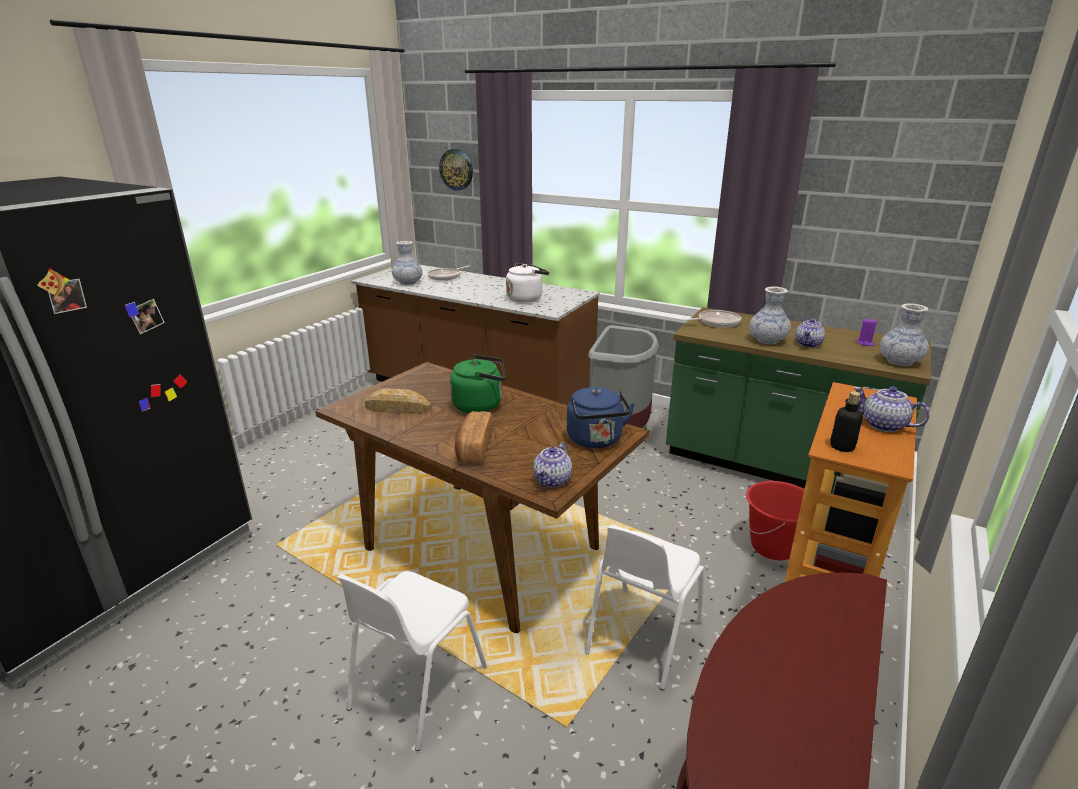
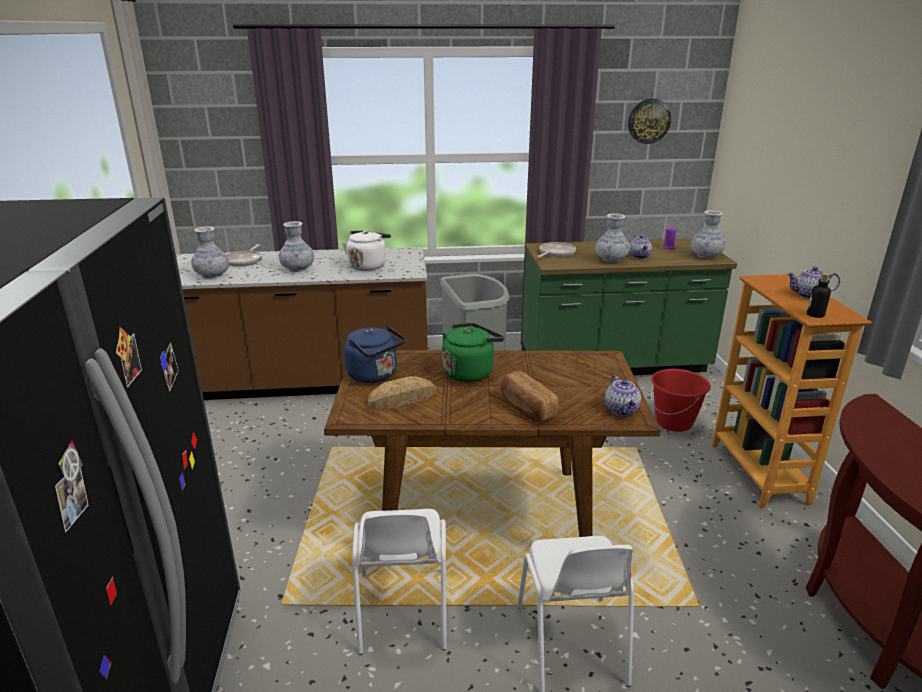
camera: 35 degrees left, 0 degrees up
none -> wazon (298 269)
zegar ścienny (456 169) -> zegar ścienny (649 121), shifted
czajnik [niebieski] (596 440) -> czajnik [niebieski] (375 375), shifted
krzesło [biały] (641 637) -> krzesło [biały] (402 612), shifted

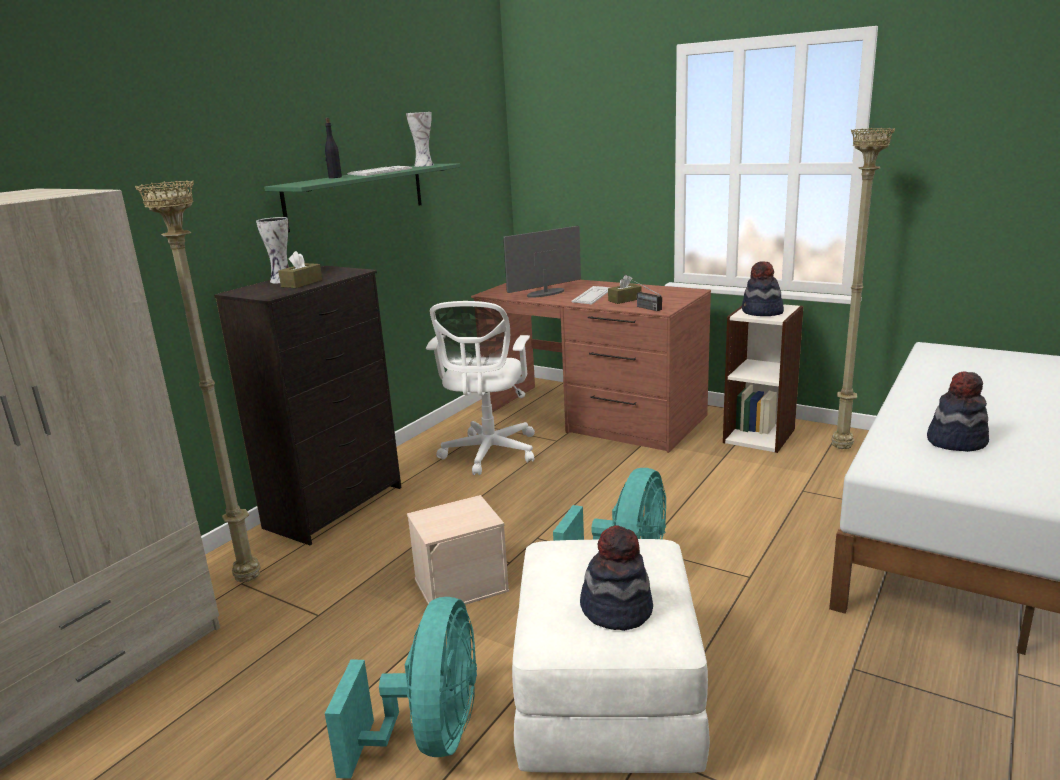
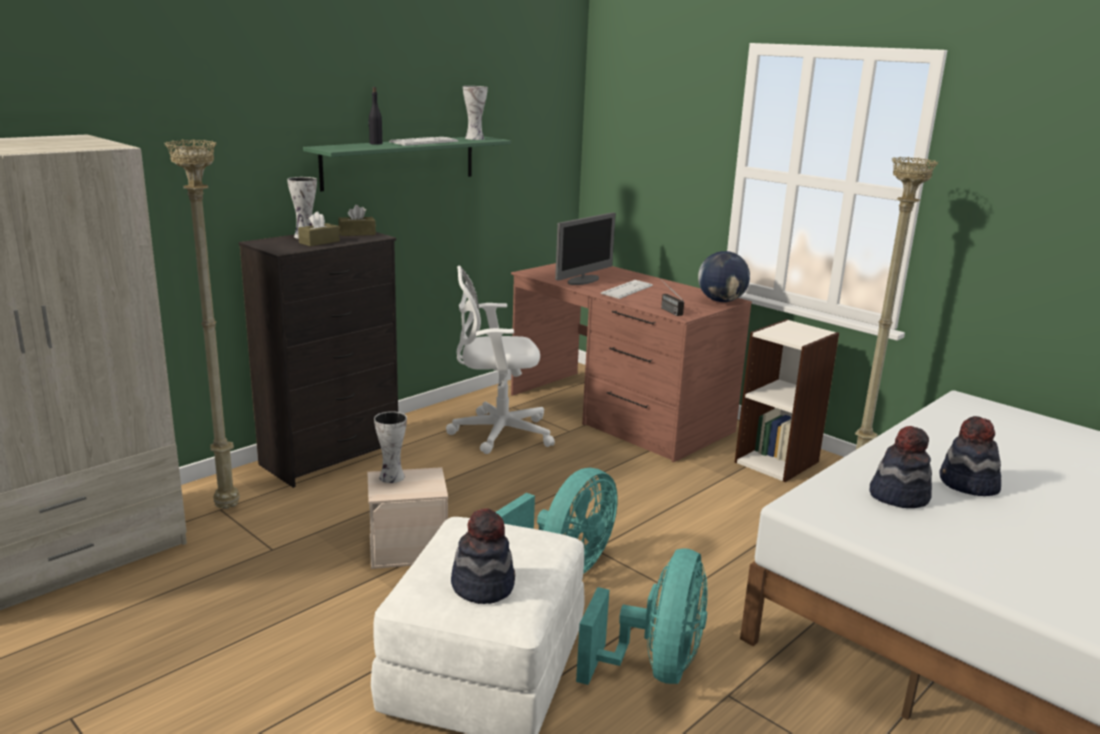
camera: 10 degrees right, 0 degrees up
none -> wazon (390 477)
none -> globus (721 301)
wentylator [turkusowy] (430 736) -> wentylator [turkusowy] (654 668), shifted
pudełko chusteczek [brązowy] (624 300) -> pudełko chusteczek [brązowy] (357 233), shifted
kapelusz (762 312) -> kapelusz (968 485), shifted
krzesło biurowe [biały] (489 454) -> krzesło biurowe [biały] (496 433), 60 degrees clockwise
monitor (545 293) -> monitor (583 280), 150 degrees clockwise

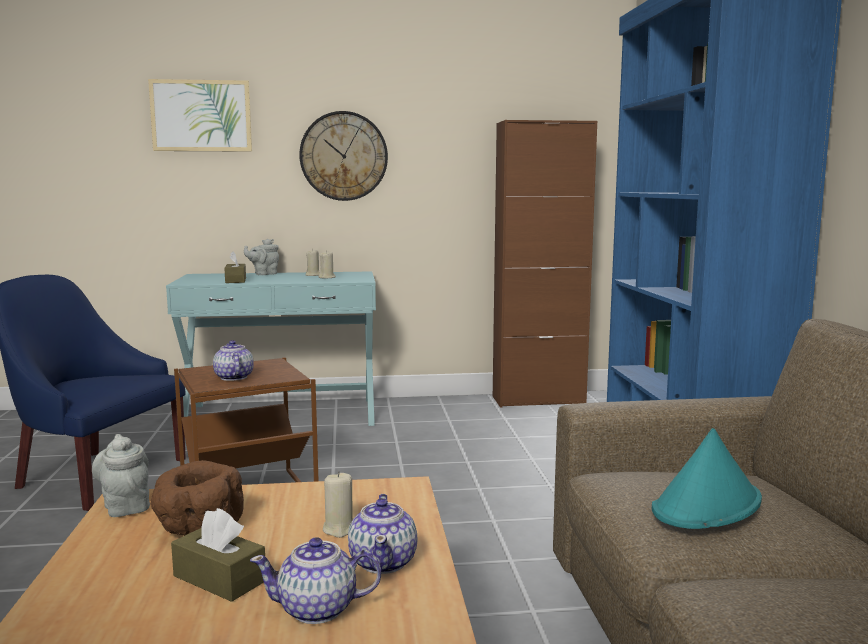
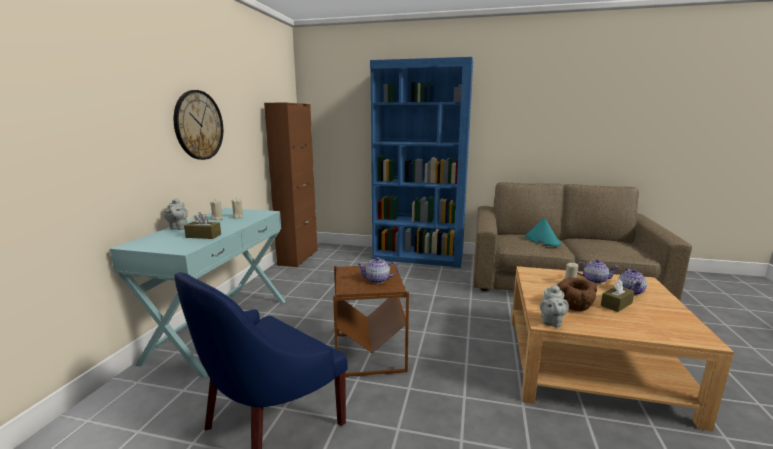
camera: 70 degrees left, 5 degrees up
obraz (201 116) -> none
imbryk [szary] (125 506) -> imbryk [szary] (551 322), 60 degrees counterclockwise

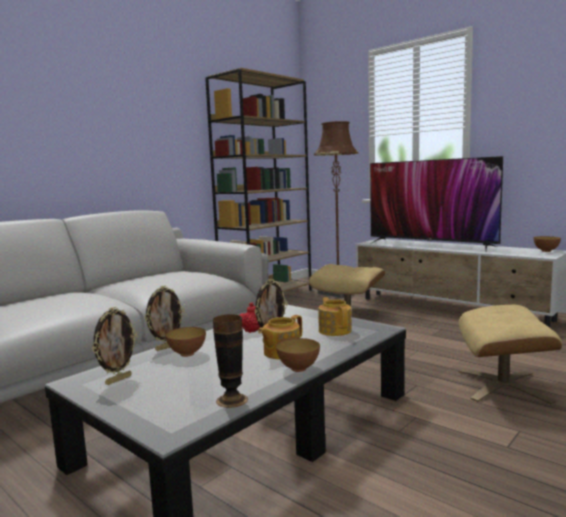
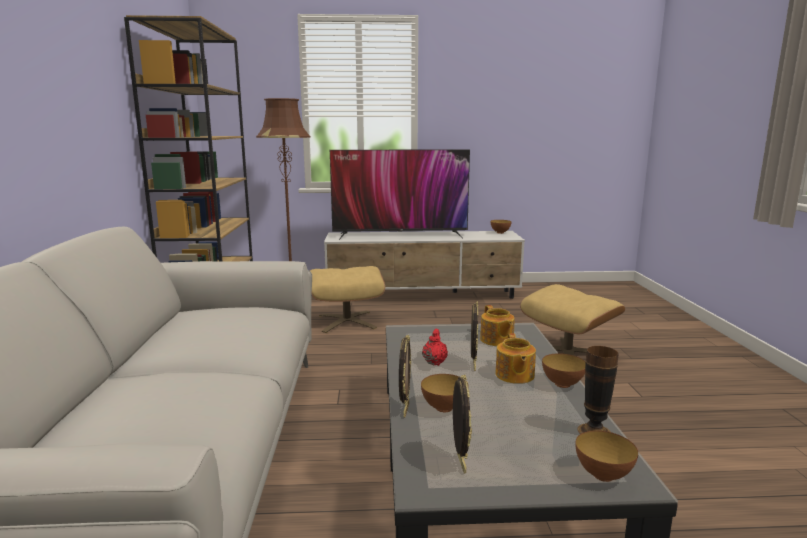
camera: 45 degrees left, 5 degrees up
none -> miska (603 475)
imbryk (335 330) -> imbryk (496 340), 135 degrees counterclockwise

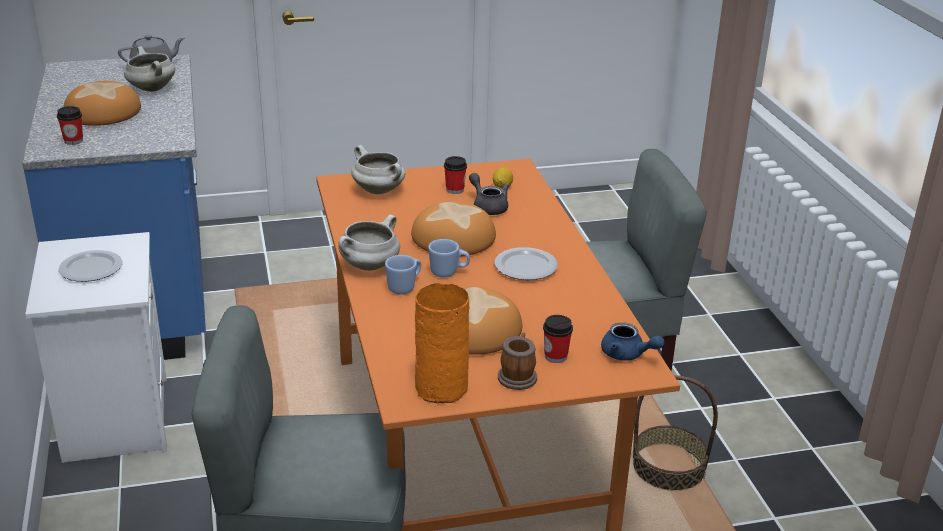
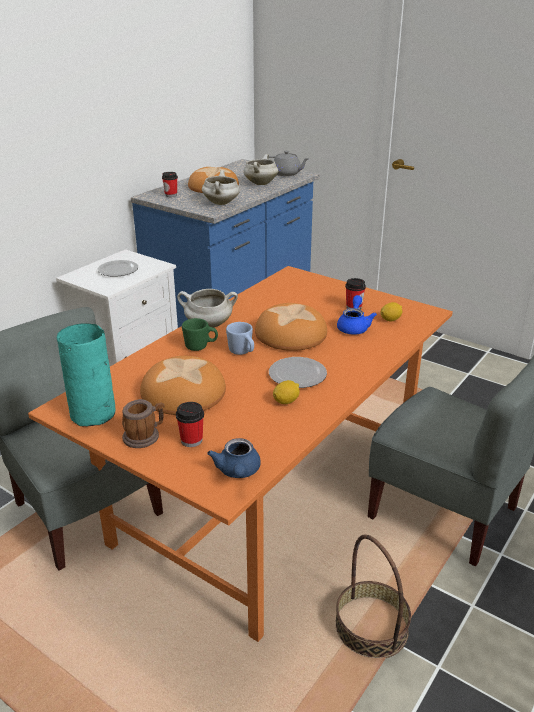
camera: 50 degrees right, 0 degrees up
none -> cytryna (286 401)
garnek [biały] (379 191) -> garnek [biały] (221 203), shifted
kubek [niebieski] (405 287) -> kubek [zielony] (200 347)
wazon [pomarańczowy] (443 388) -> wazon [turkusowy] (93 414)
imbryk [szary] (488 206) -> imbryk [niebieski] (354 327)

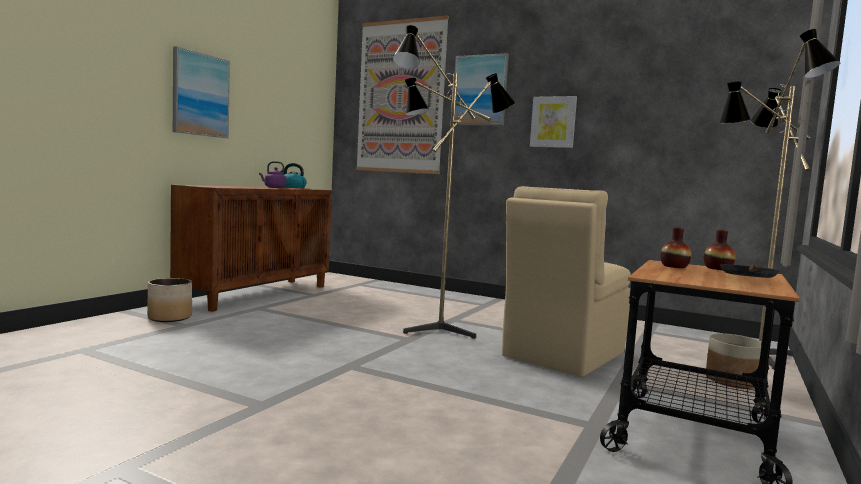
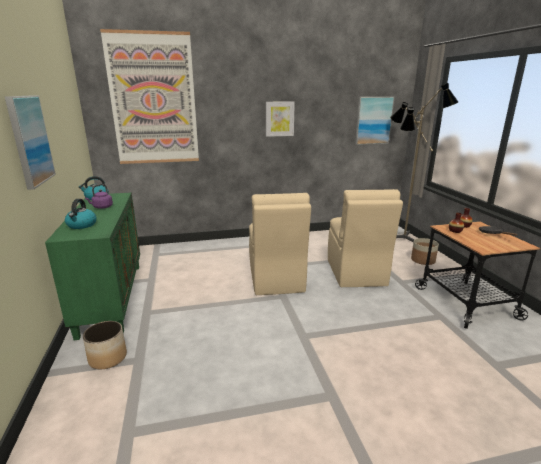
camera: 40 degrees left, 15 degrees up
none -> czajnik (82 225)
obraz (480 90) -> obraz (373 120), shifted
lampa stojąca (435 328) -> krzesło [beżowy] (276 279)
szafka [brązowy] (257 294) -> szafka [zielony] (111 297)

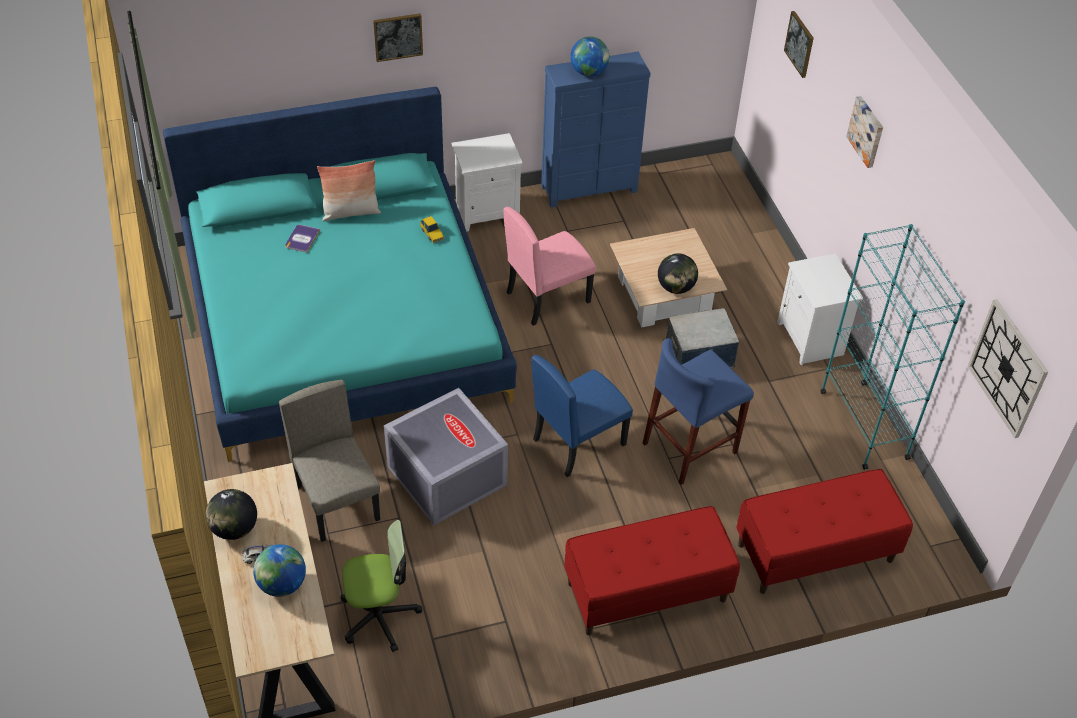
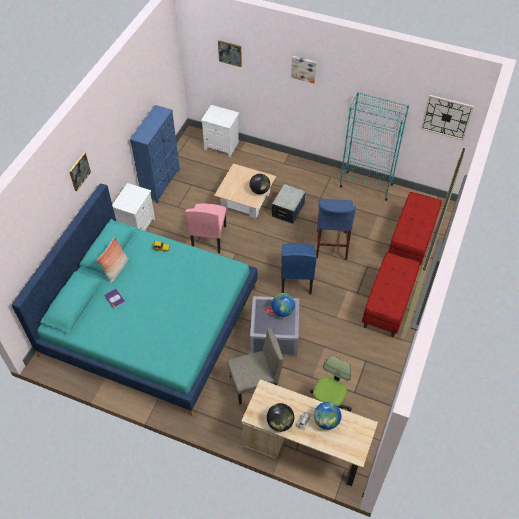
camera: 50 degrees left, 5 degrees up
globus (588 72) -> globus (282 311), shifted
szafka nocna [biały] (811 339) -> szafka nocna [biały] (222 146), shifted
krzesło [beżowy] (338 502) -> krzesło [beżowy] (254 385), 150 degrees clockwise

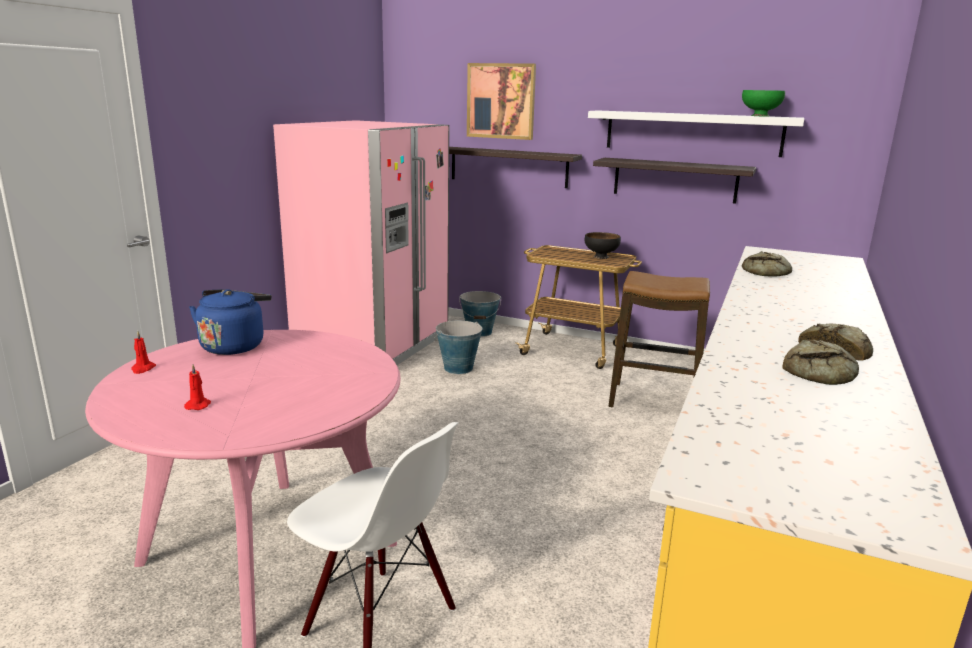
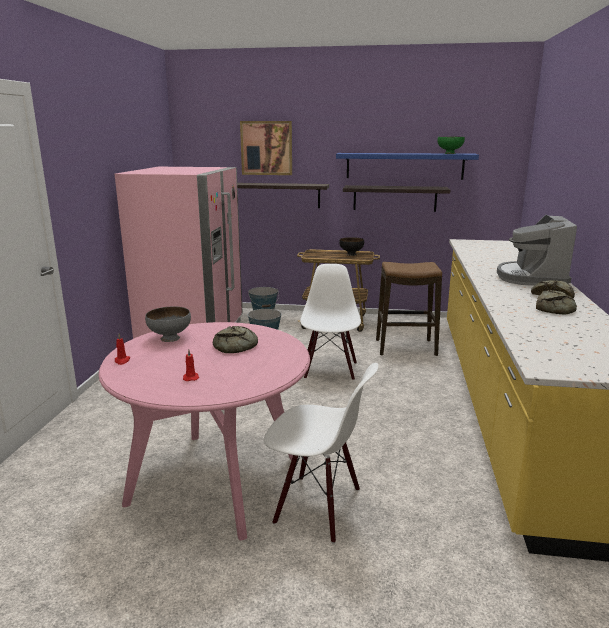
camera: 15 degrees left, 0 degrees up
none -> krzesło [biały] (329 370)
none -> ekspres do kawy (531 278)
chleb (768 272) -> chleb (236 346), shifted
czajnik [niebieski] (234 345) -> miska [szary] (170 338)
półka [biały] (692 133) -> półka [niebieski] (404 166)

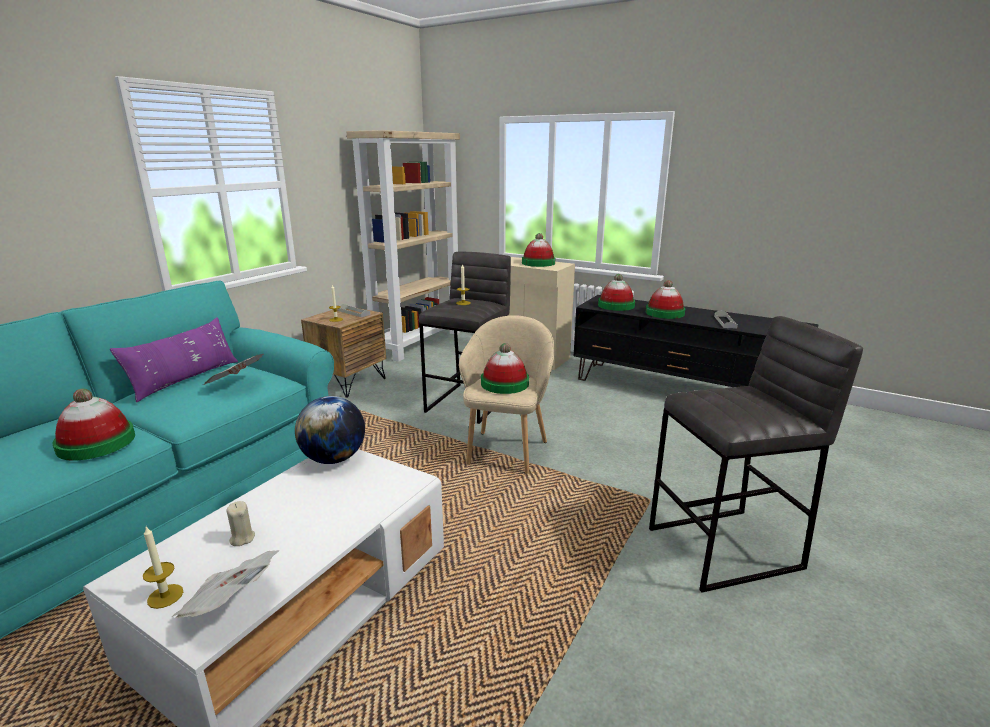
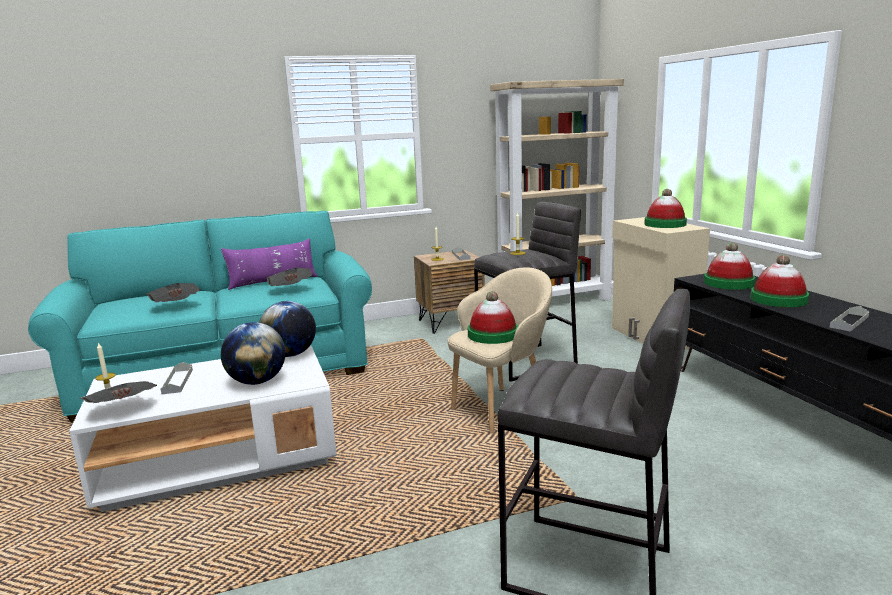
camera: 40 degrees right, 5 degrees down
none -> globus (257 381)
kapelusz (96 443) -> gazeta (176 306)
świeca [beżowy] (242 538) -> taca [szary] (177 381)

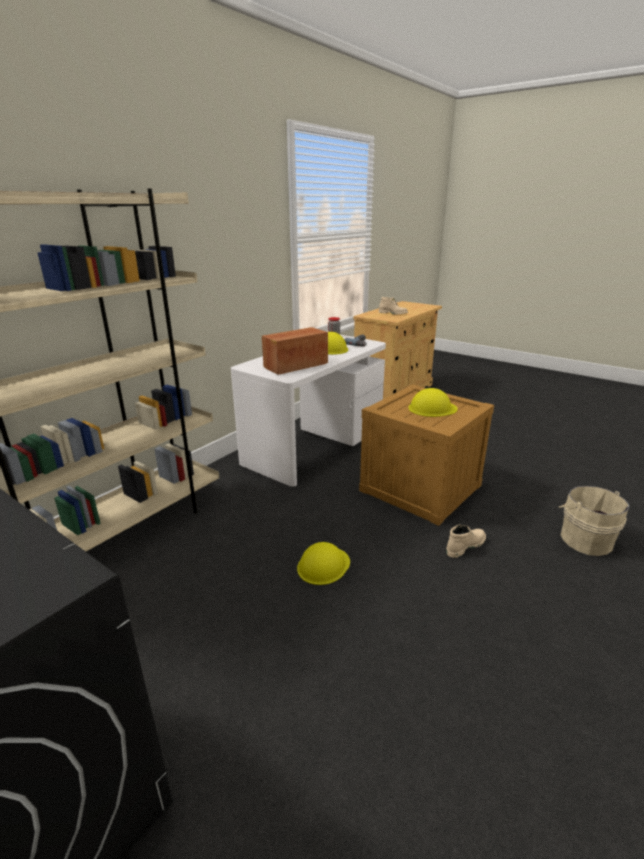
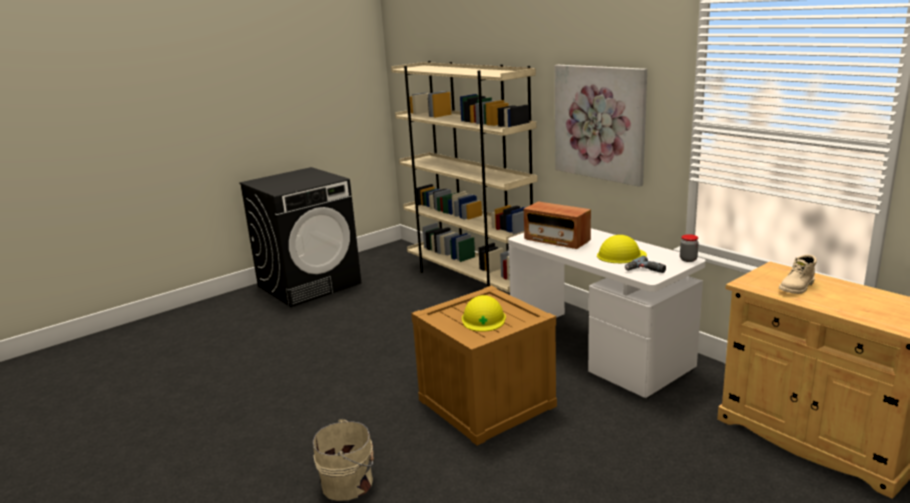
camera: 105 degrees right, 5 degrees down
kask [żółty] (323 565) -> none
but z cholewką [beżowy] (465 546) -> none
none -> obraz (599 123)
radio (295 366) -> radio (557 240), 150 degrees clockwise

